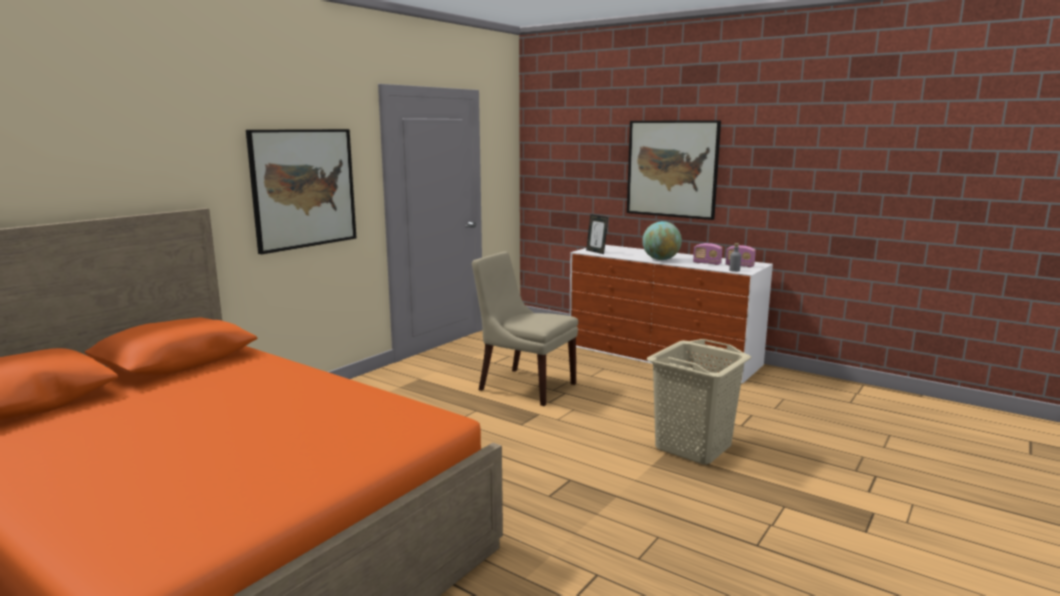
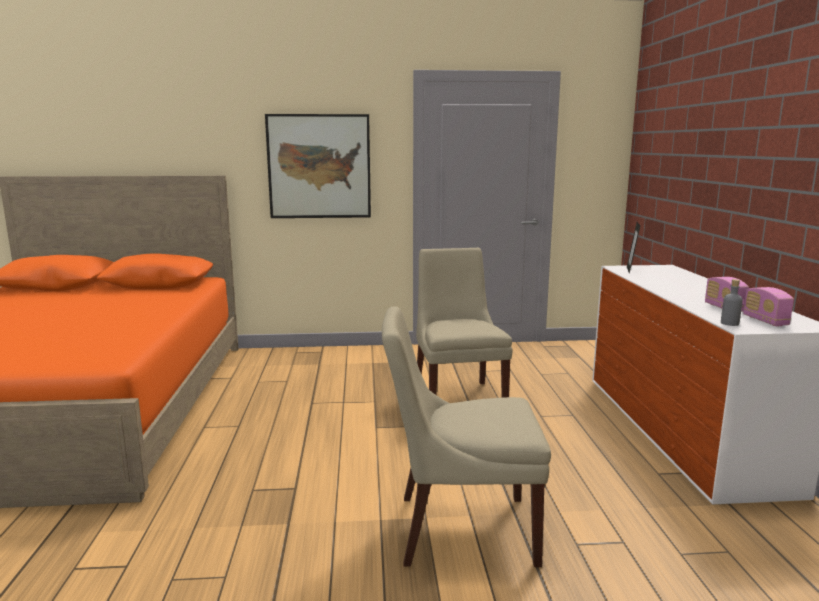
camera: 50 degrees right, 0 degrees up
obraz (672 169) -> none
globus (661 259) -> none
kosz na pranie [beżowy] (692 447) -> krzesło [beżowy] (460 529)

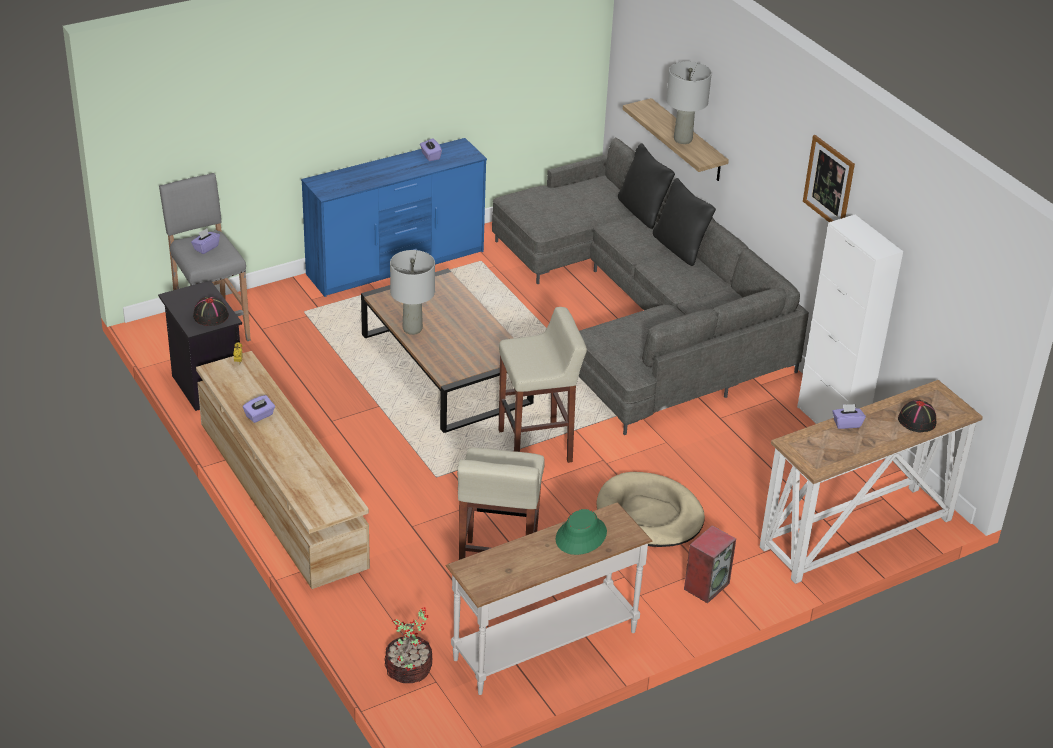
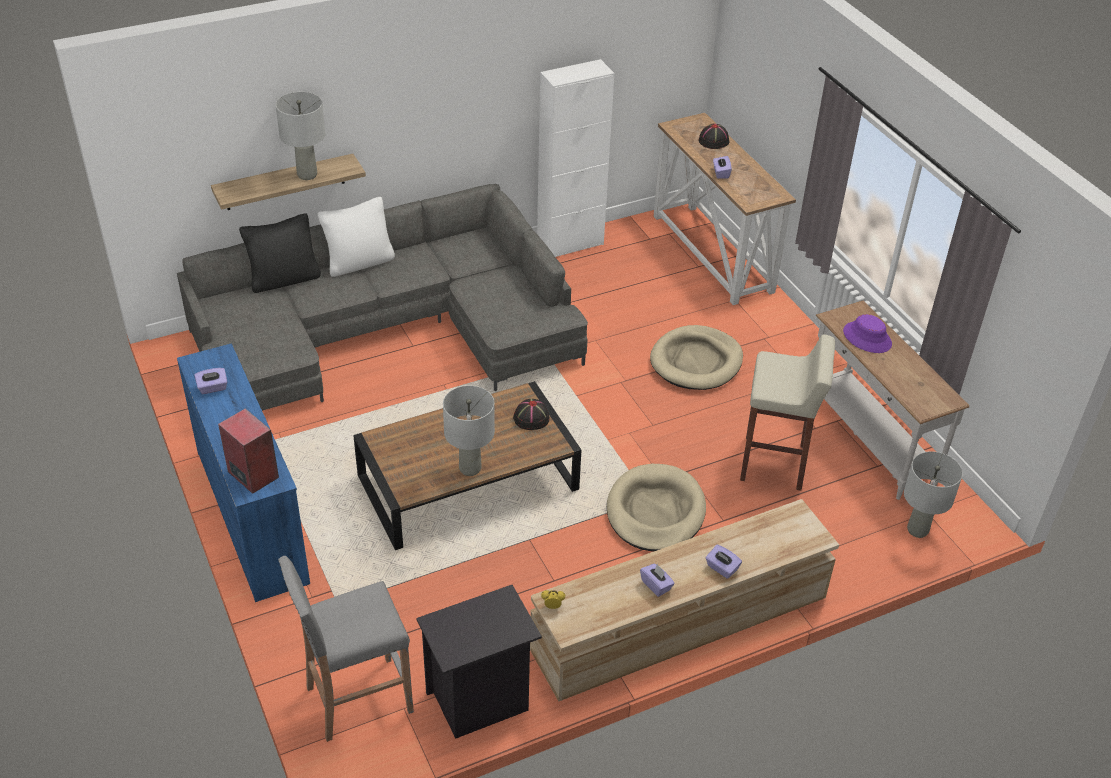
camera: 85 degrees left, 5 degrees up
stołek [beżowy] (536 446) -> none
obraz (829 182) -> none
none -> legowisko [beżowy] (655 511)
pudełko chusteczek [fioletowy] (206 248) -> pudełko chusteczek [fioletowy] (722 568), shifted
kapelusz [czarny] (210 315) -> kapelusz [czarny] (531 418), shifted
głośnik (706 585) -> głośnik (252 474), shifted
roślina doniczkowa (408 670) -> lampa stołowa [szary] (917 530)
kapelusz [zielony] (581 536) -> kapelusz [fioletowy] (867 338)
poduszka [czarny] (680 248) -> poduszka [biały] (359 262)

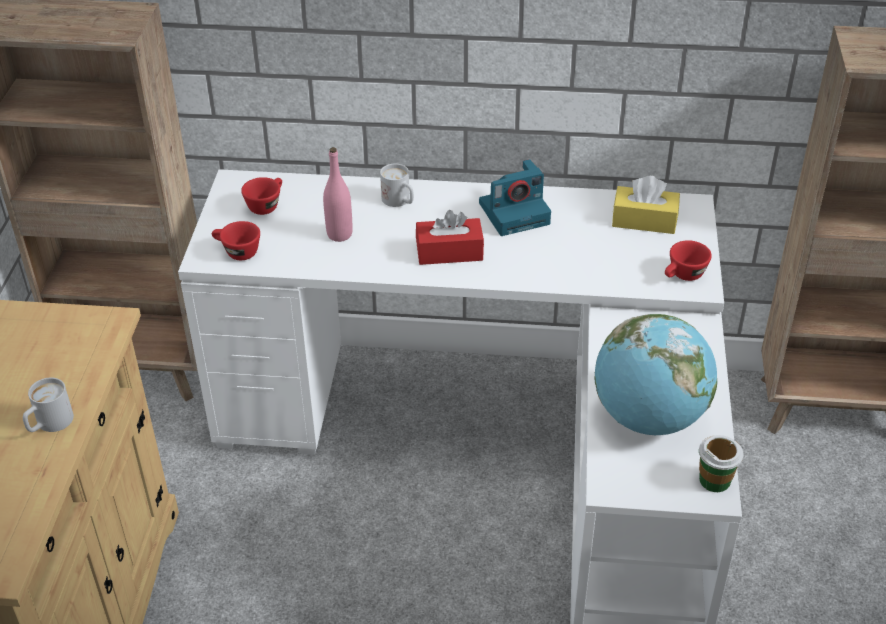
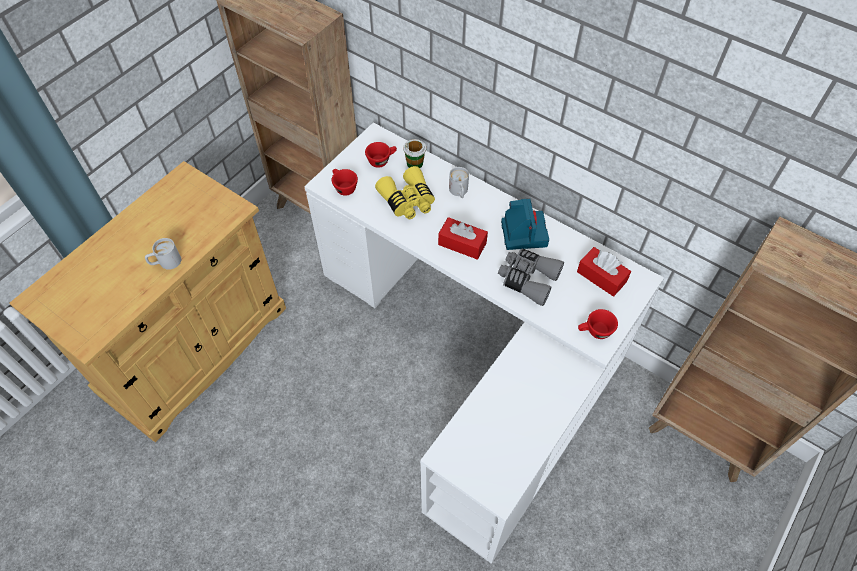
camera: 30 degrees right, 15 degrees up
globus (649 417) -> none
none -> lornetka [szary] (528 279)
filiżanka (715 480) -> filiżanka (415 163), shifted
butelka [różowy] (339 234) -> lornetka [żółty] (408 201)
pudełko chusteczek [żółty] (644 220) -> pudełko chusteczek [czerwony] (601 277)
aparat fotograficzny (515 212) -> aparat fotograficzny (523 232), 105 degrees counterclockwise

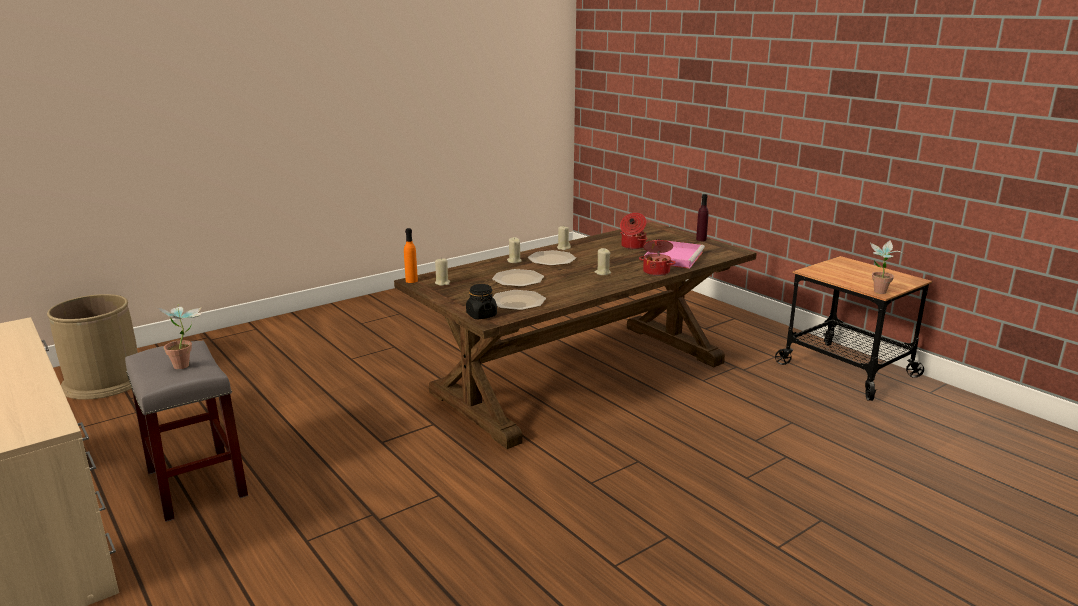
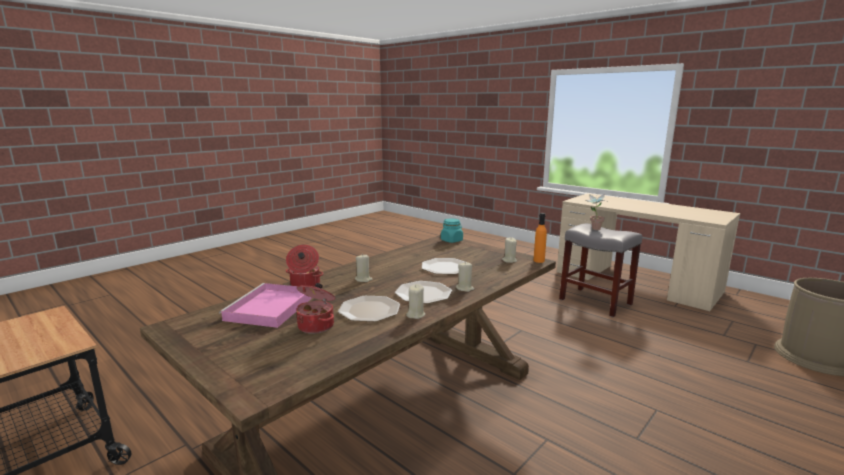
camera: 170 degrees right, 5 degrees down
butelka [fioletowy] (701 239) -> none
roślina doniczkowa (878 293) -> none
talerz (517 301) -> talerz (370 310), shifted
słoik [czarny] (481 315) -> słoik [turkusowy] (452 240)

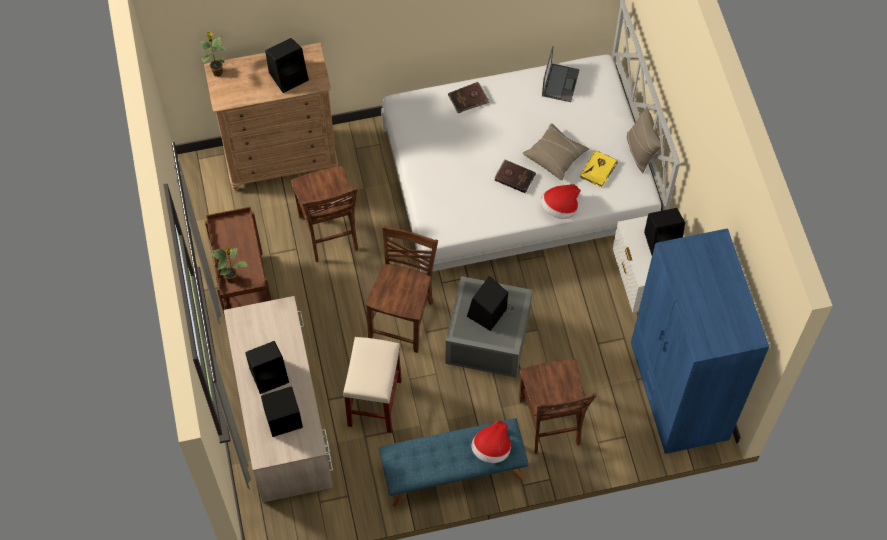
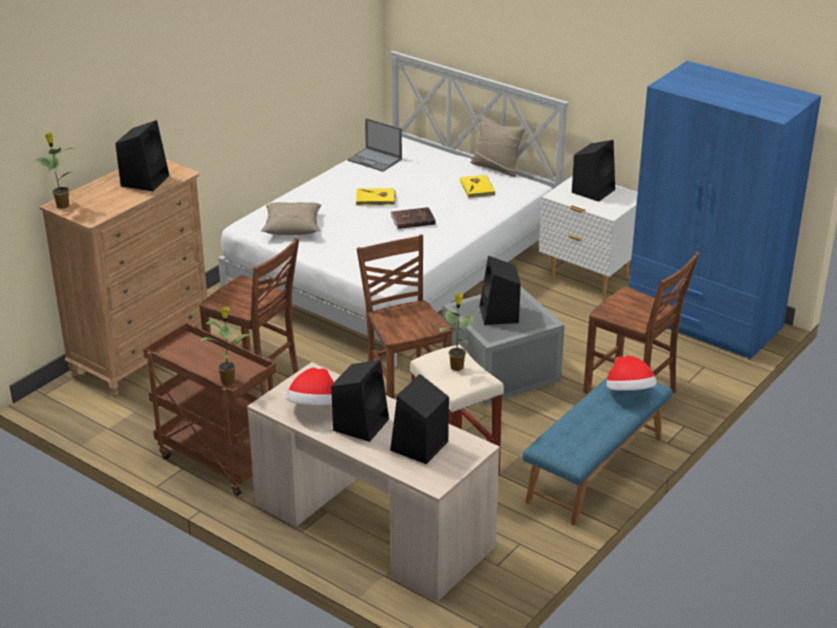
camera: 40 degrees left, 30 degrees down
książka [brązowy] (468 99) -> none
none -> książka [żółty] (375 199)
none -> roślina doniczkowa (457 366)
poduszka [beżowy] (555 156) -> poduszka [beżowy] (292 227), shifted
kapelusz (559 208) -> kapelusz (314 408), shifted
laptop (560 82) -> laptop (375 160), 150 degrees clockwise

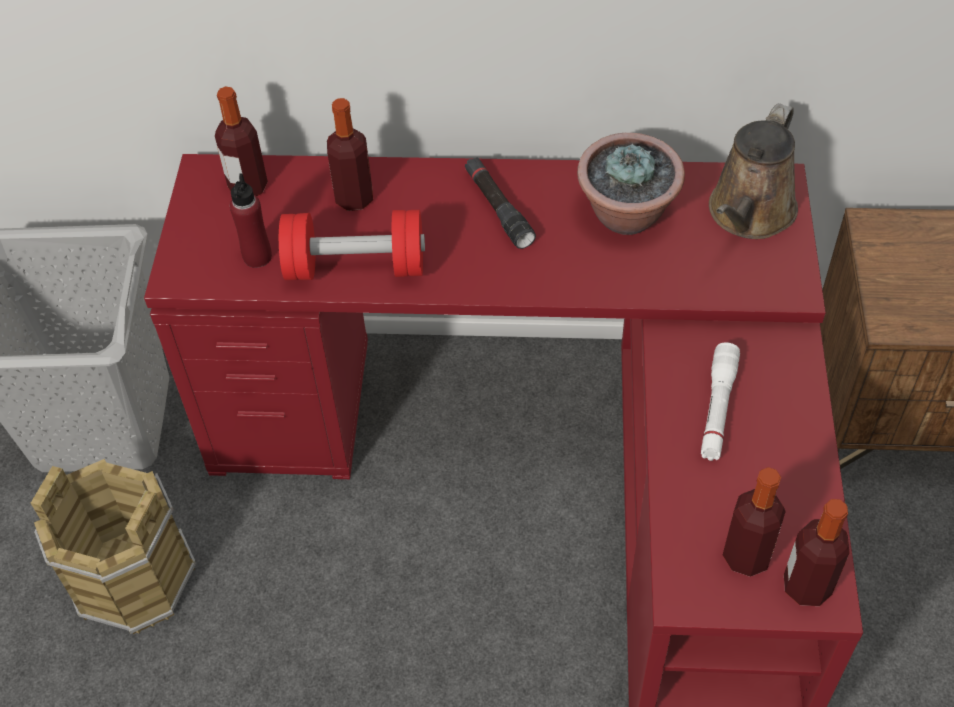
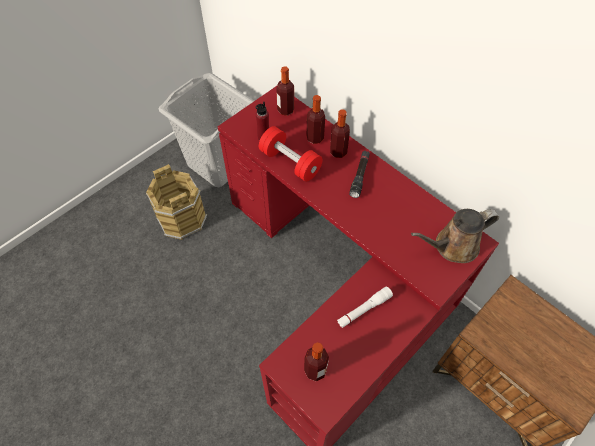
camera: 40 degrees right, 5 degrees up
roślina doniczkowa (627 216) -> none
butelka (806 586) -> butelka (338 152), shifted

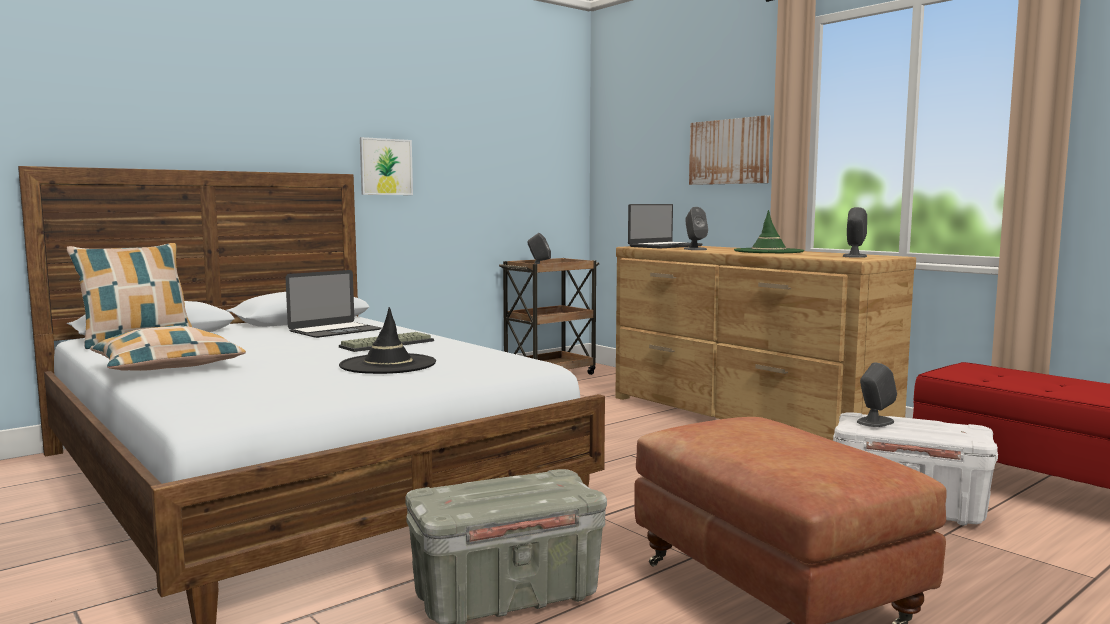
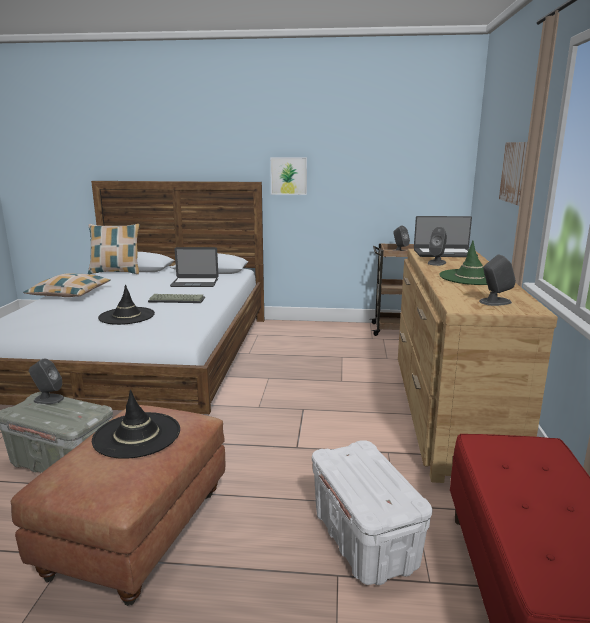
camera: 45 degrees right, 10 degrees up
none -> kapelusz [czarny] (137 435)
głośnik [szary] (875 422) -> głośnik [szary] (48 399), shifted

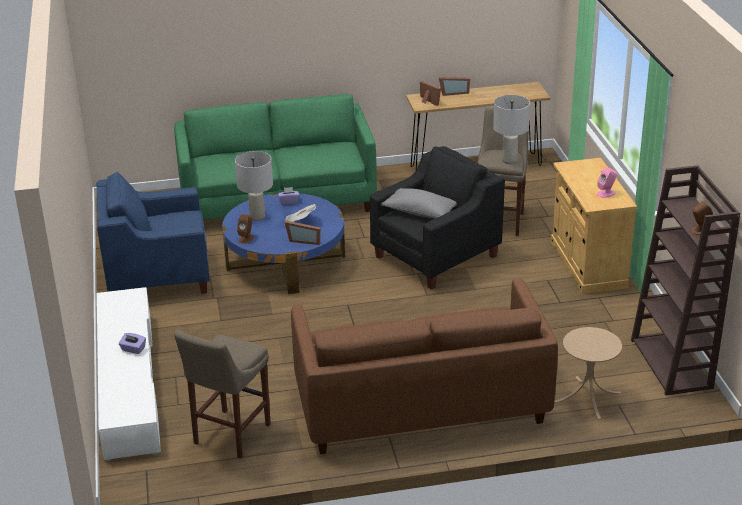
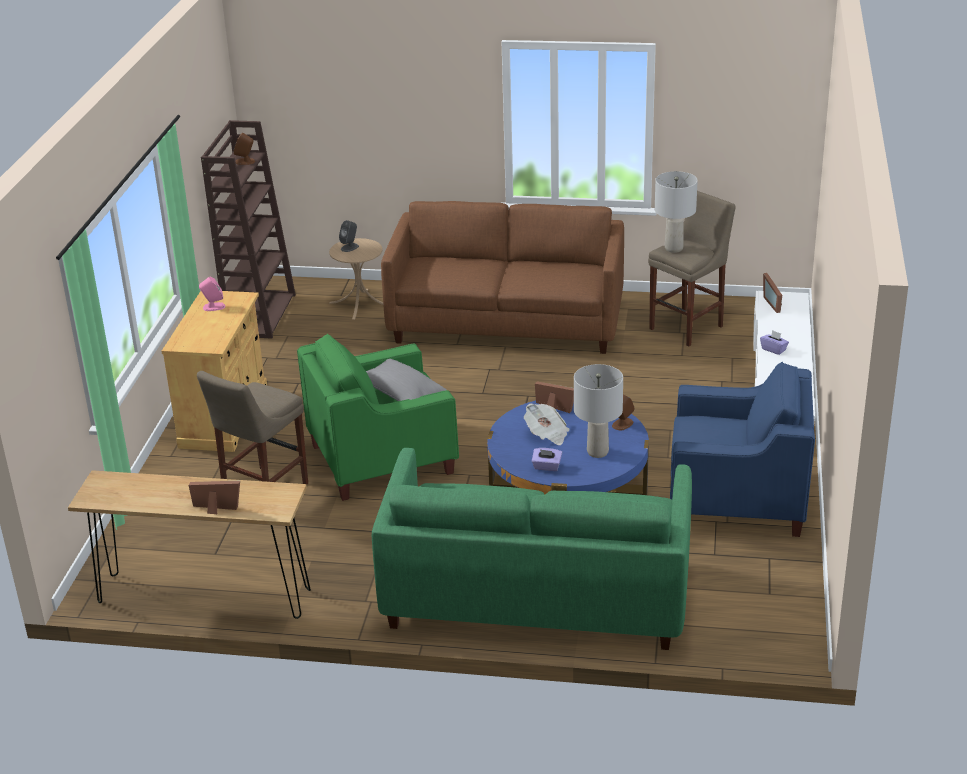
camera: 160 degrees left, 0 degrees up
none -> głośnik [szary] (350 247)
ramka na zdjęcie (427 102) -> ramka na zdjęcie (774 303), shifted
lampa stołowa [szary] (509 160) -> lampa stołowa [szary] (673 248), shifted
fotel [czarny] (436 256) -> fotel [zielony] (382 459)

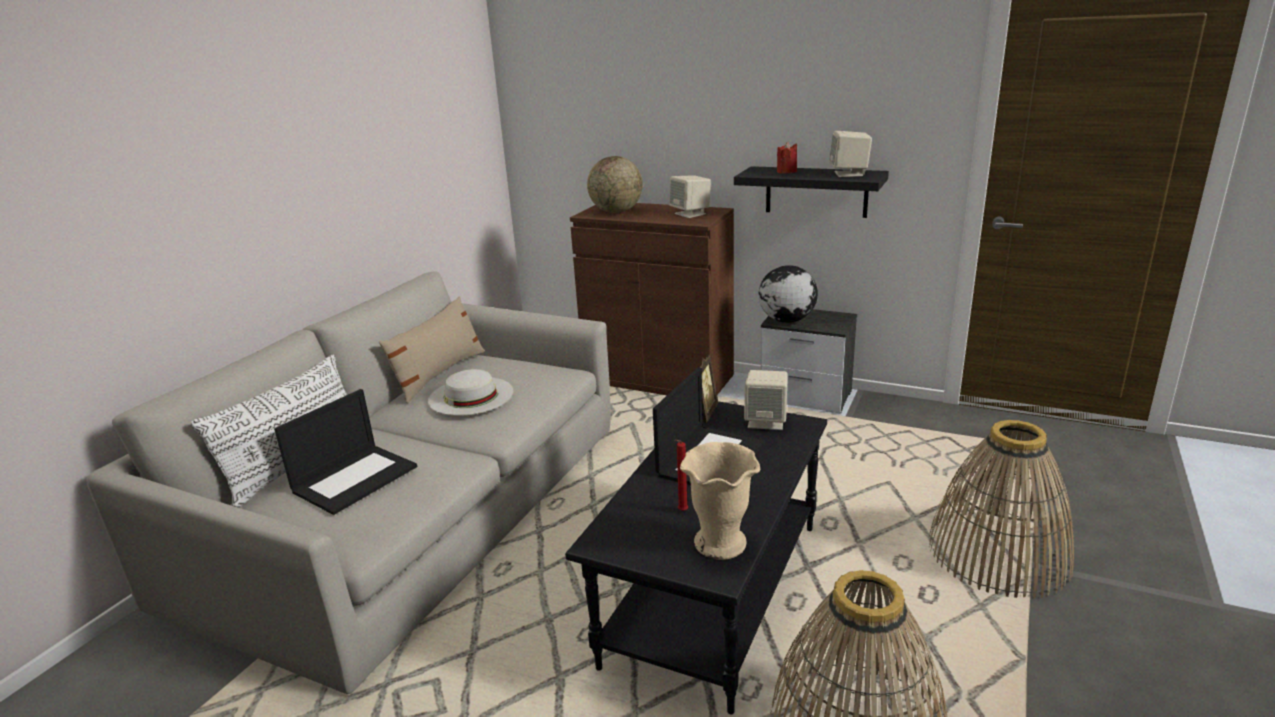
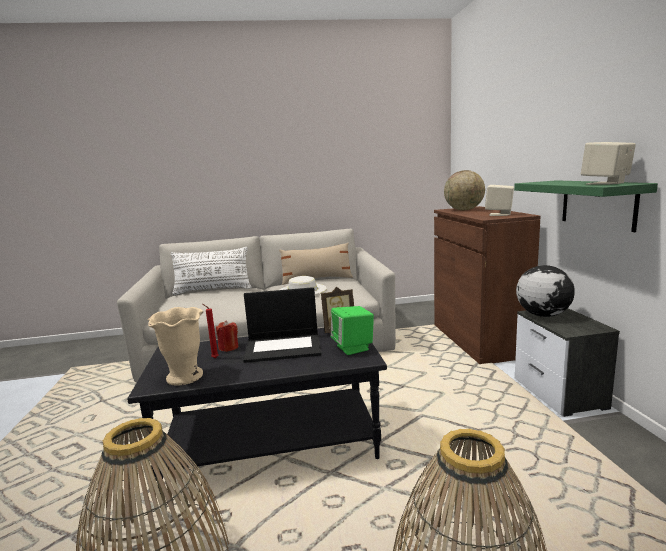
camera: 55 degrees right, 10 degrees down
laptop (355 478) -> none
świeca [czerwony] (786 172) -> świeca [czerwony] (228 347), shifted
półka [czarny] (816 191) -> półka [zielony] (597 204)
głośnik [beżowy] (766 421) -> głośnik [zielony] (353 348)

